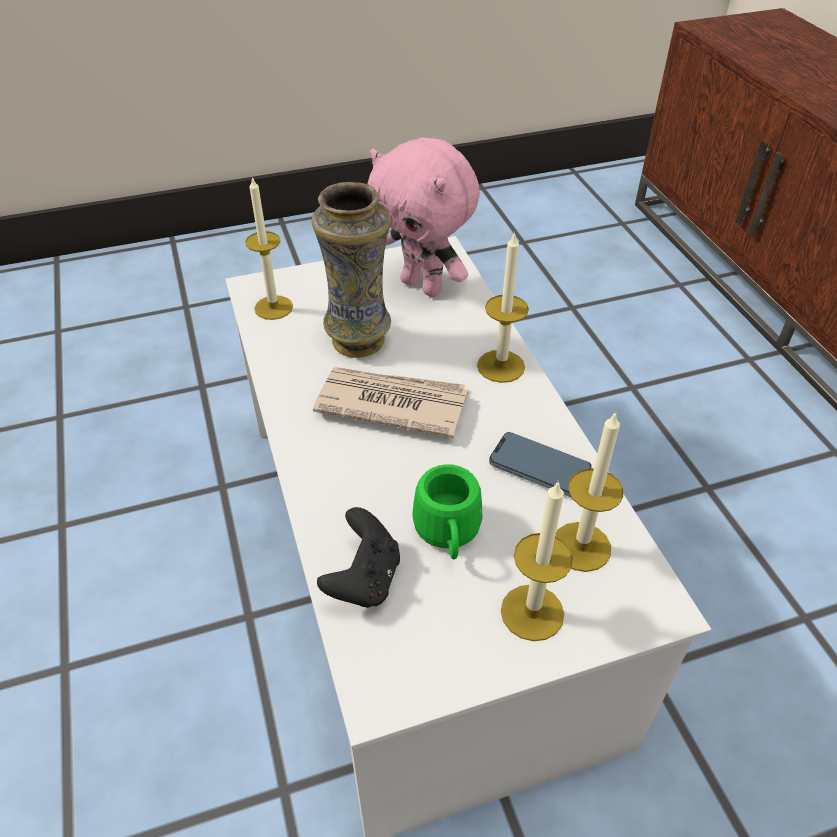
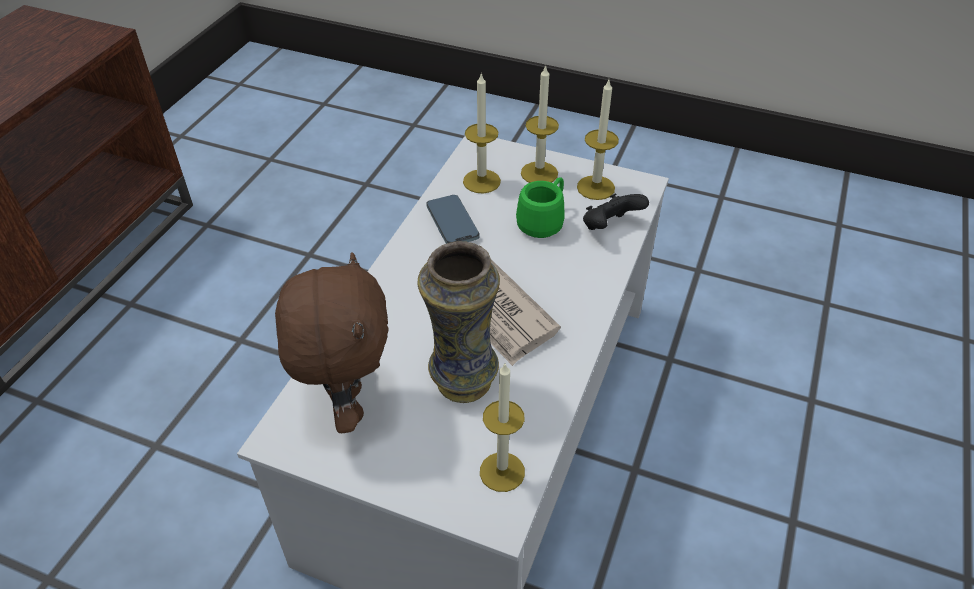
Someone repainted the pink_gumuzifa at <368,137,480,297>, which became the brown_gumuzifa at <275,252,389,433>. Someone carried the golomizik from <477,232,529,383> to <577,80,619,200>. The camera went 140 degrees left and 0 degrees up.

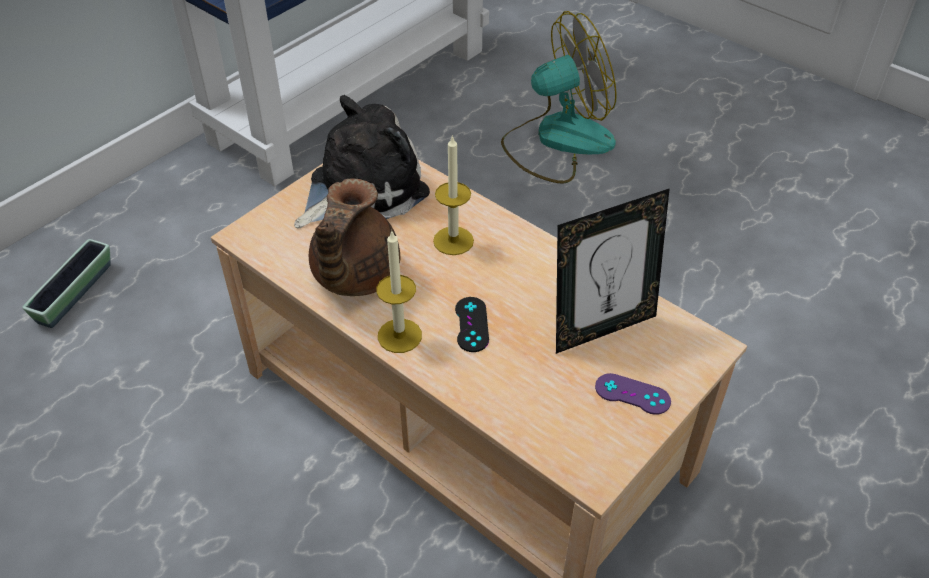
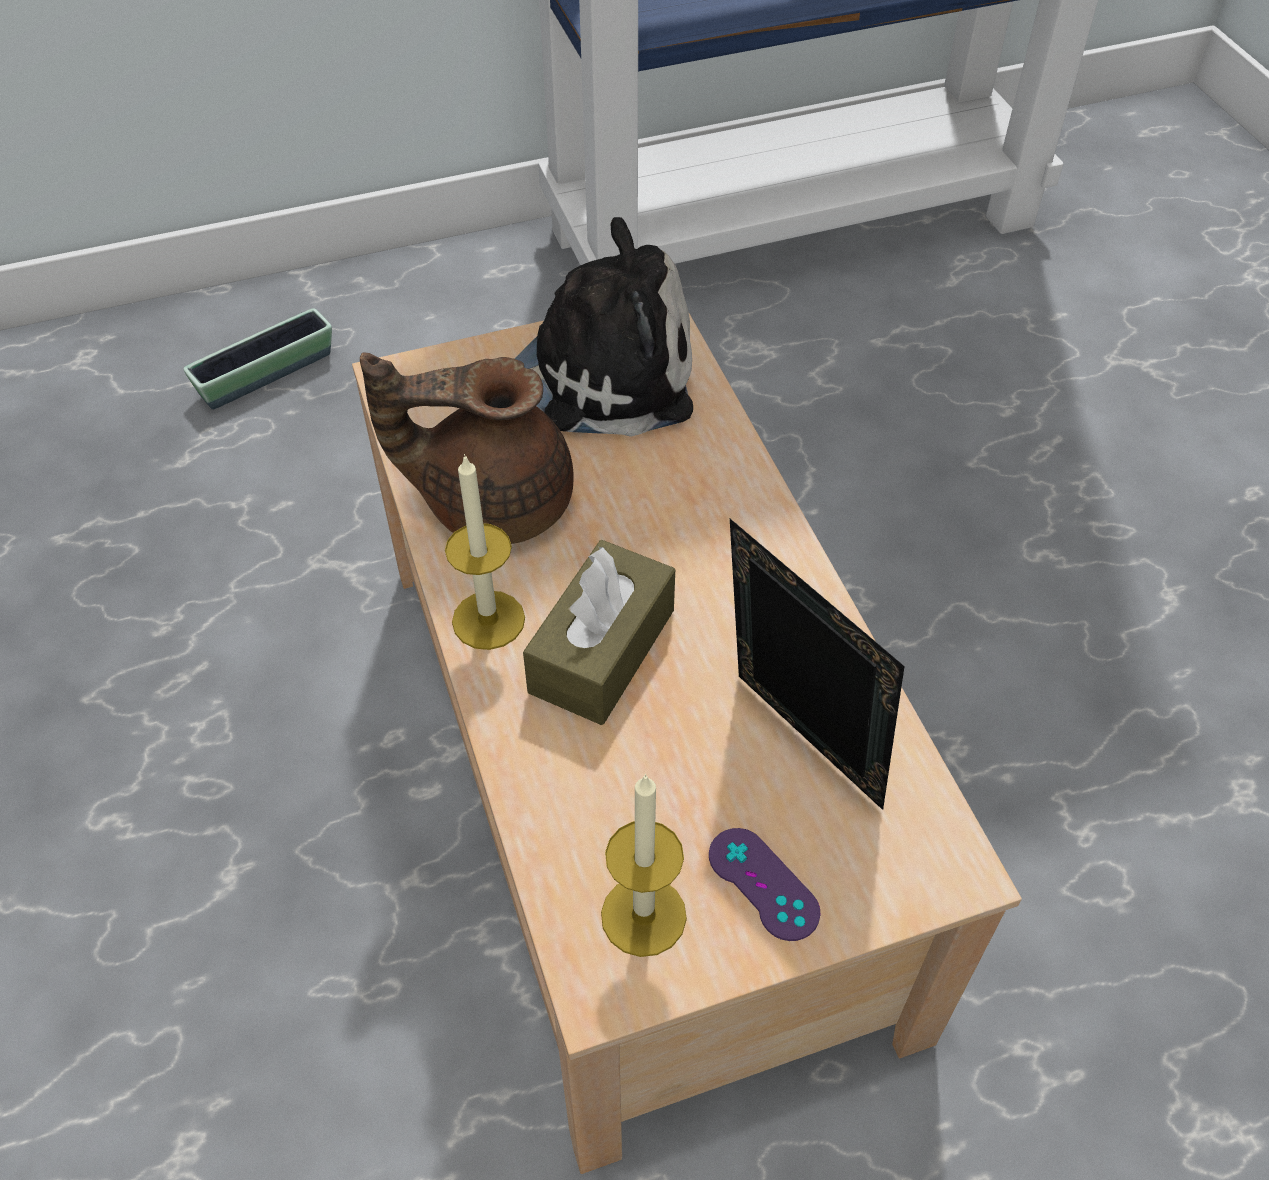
Someone rotated the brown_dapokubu at <309,179,400,296> by 45 degrees clockwise. Someone carried the golomizik from <433,135,474,255> to <601,774,687,957>. Someone swapped the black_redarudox at <455,297,489,352> for the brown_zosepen at <523,540,675,725>. Someone took away the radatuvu at <501,11,617,184>. Someone rotated the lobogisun at <556,188,670,354> by 135 degrees counterclockwise. The camera went 30 degrees right and 5 degrees up.

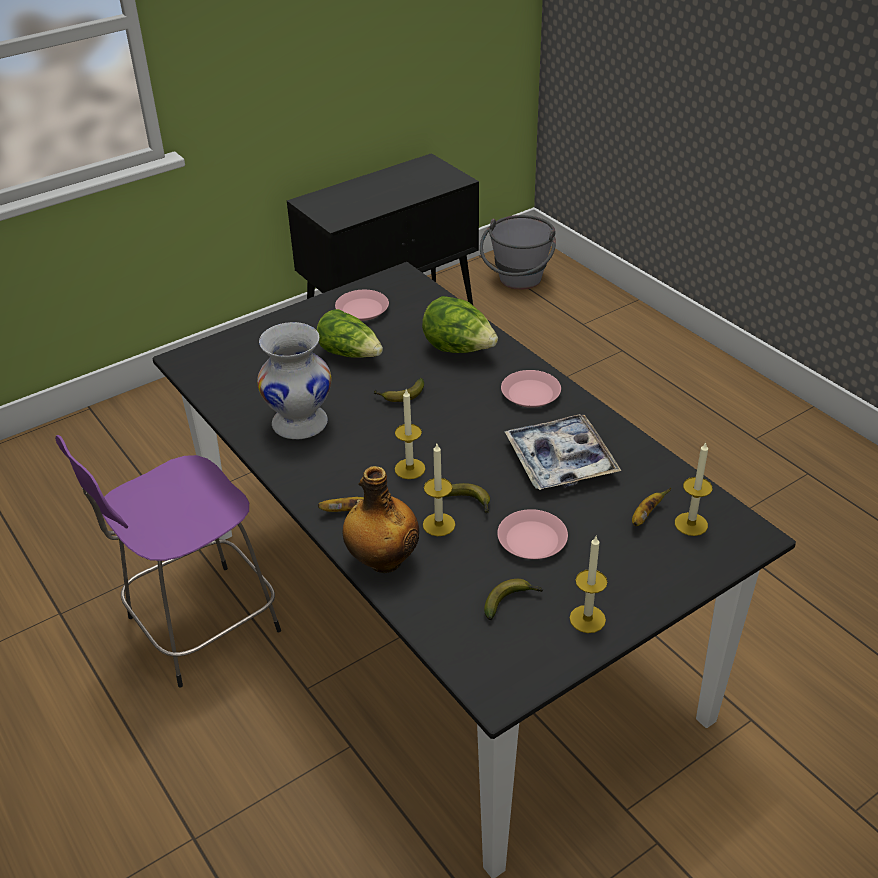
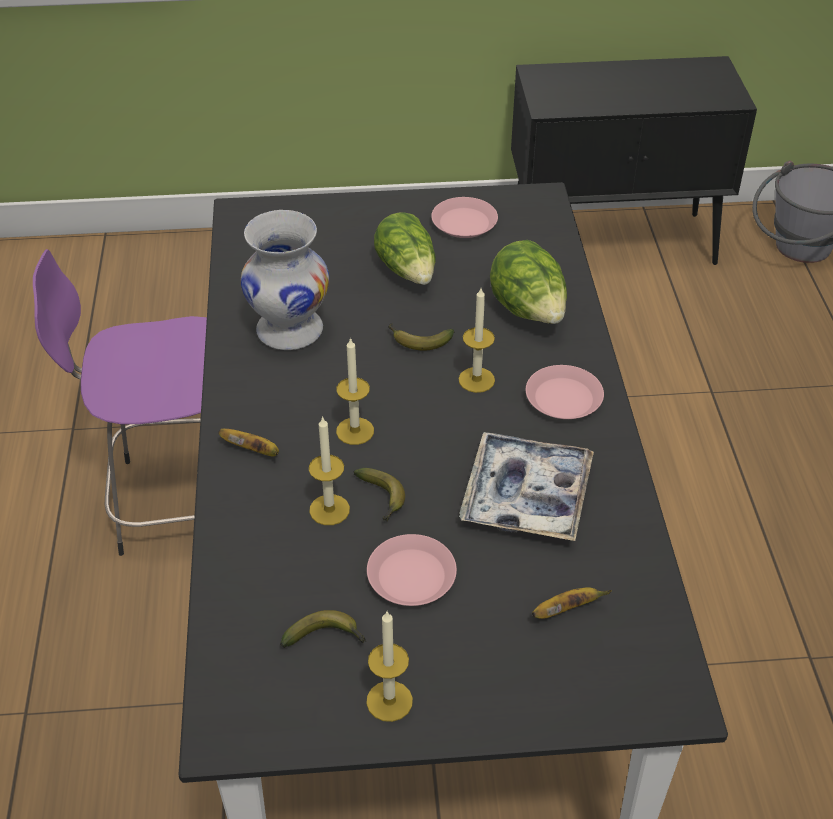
Someone took away the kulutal at <343,466,419,573>. Someone carried the golomizik from <675,441,712,536> to <458,288,495,393>. The camera went 30 degrees right and 5 degrees up.

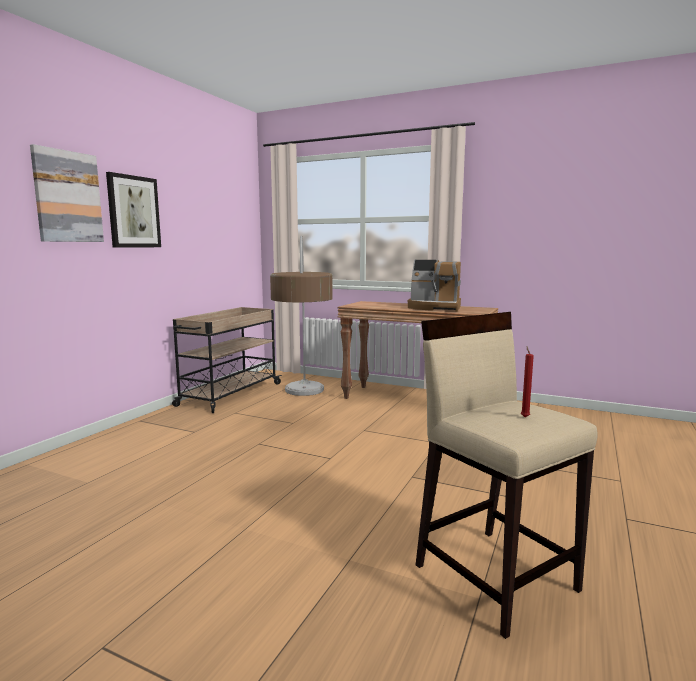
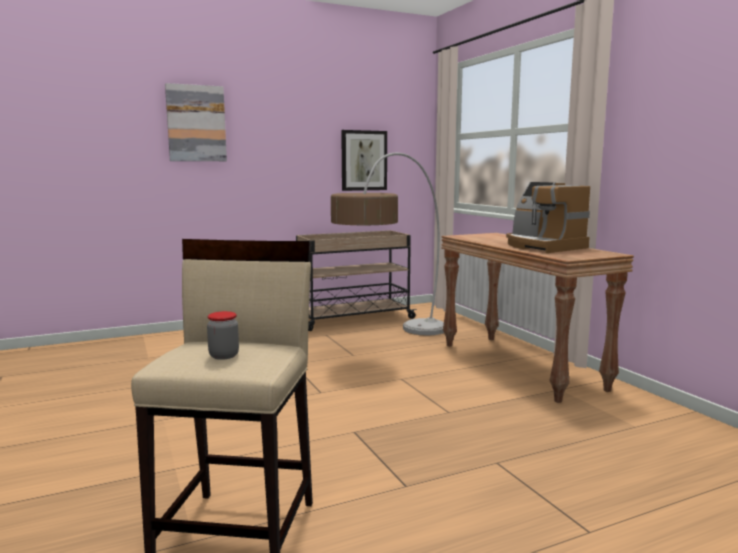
Someone carried the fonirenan from <106,172,161,247> to <341,130,387,191>. Someone swapped the red_golomizik at <521,346,534,417> for the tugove at <207,311,239,360>. The camera went 40 degrees right and 0 degrees up.

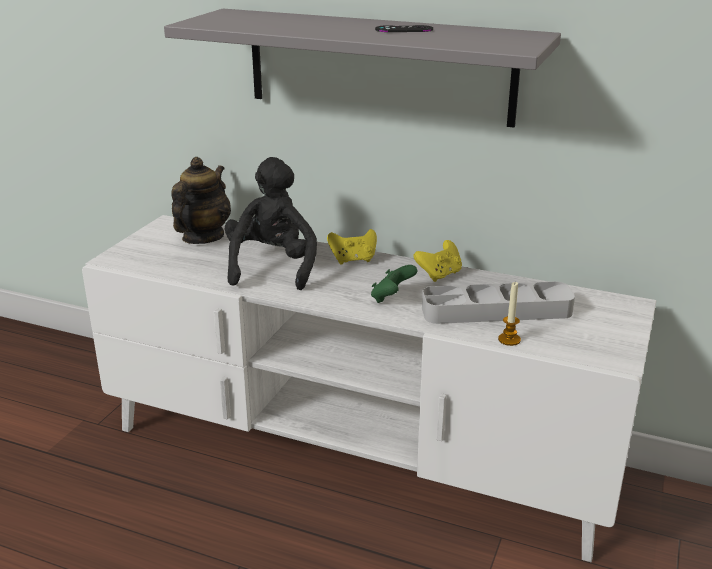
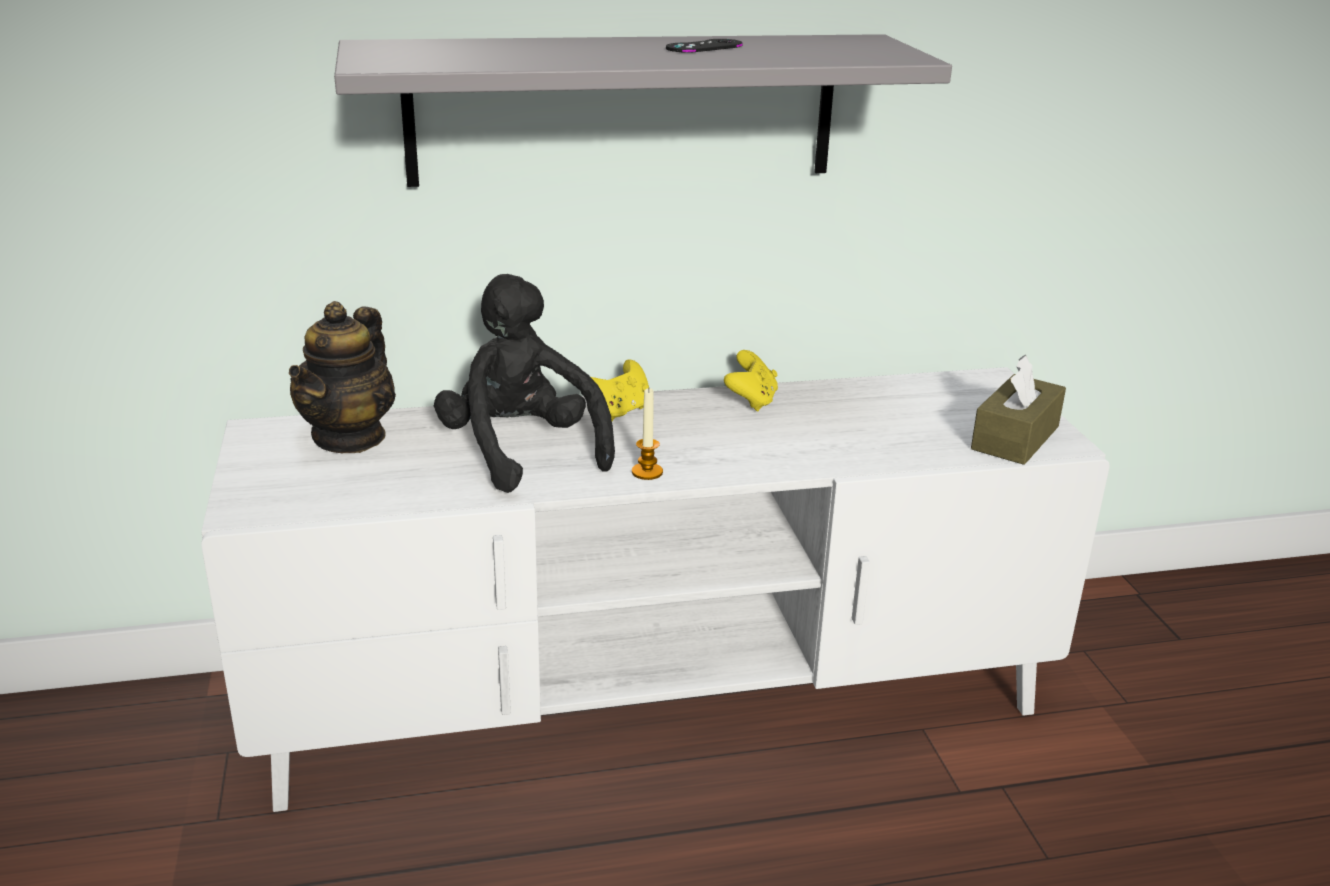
Someone rotated the dapokubu at <171,157,231,244> by 150 degrees counterclockwise. Someone took away the green_redarudox at <371,265,417,303>. Someone took away the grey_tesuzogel at <422,282,575,324>. Someone carried the golomizik from <498,282,521,346> to <632,388,663,480>. Someone put down the brown_zosepen at <971,355,1066,465>. The camera went 35 degrees left and 0 degrees up.

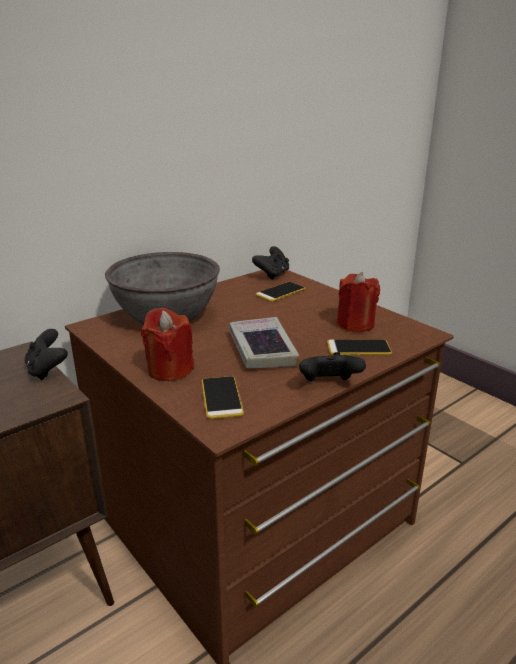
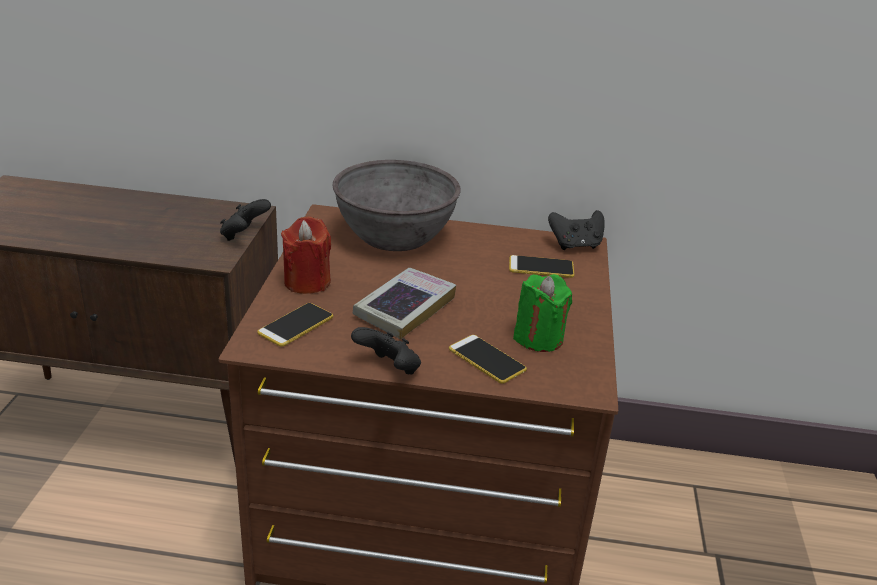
Someone repainted the red_golomizik at <336,272,380,332>, which became the green_golomizik at <513,274,572,352>. The camera went 45 degrees right and 5 degrees up.

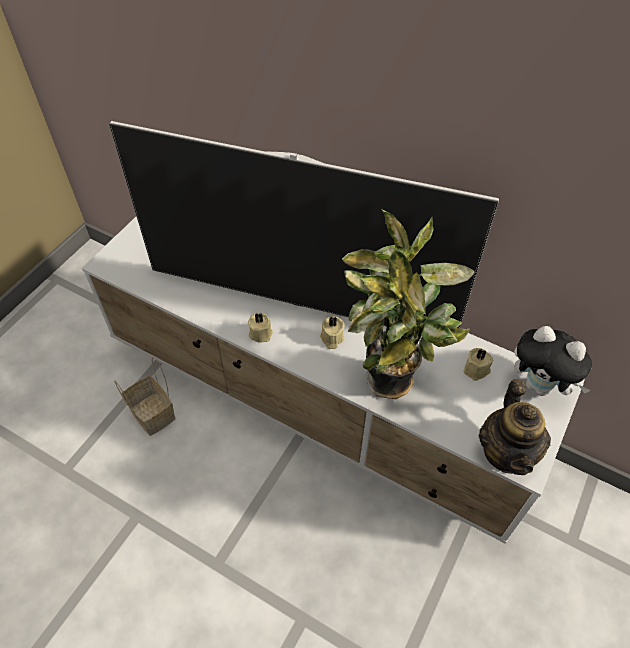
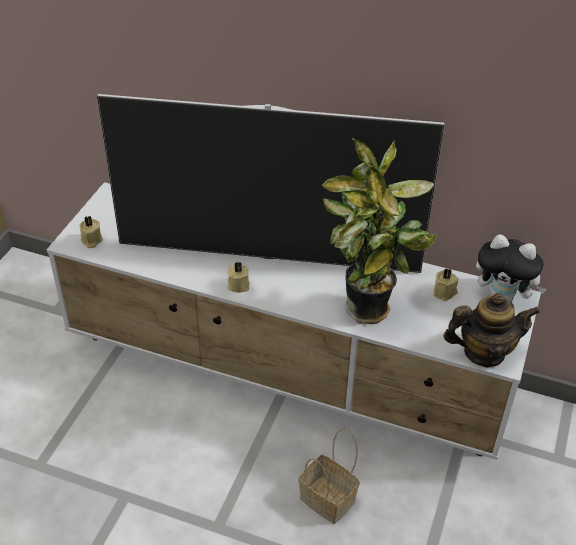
Someone carried the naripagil from <114,357,176,436> to <299,428,360,524>. Someone carried the beige_golomizik from <320,316,345,349> to <80,216,103,248>. Someone rotated the dapokubu at <479,379,551,475> by 90 degrees counterclockwise. The camera went 10 degrees left and 10 degrees down.

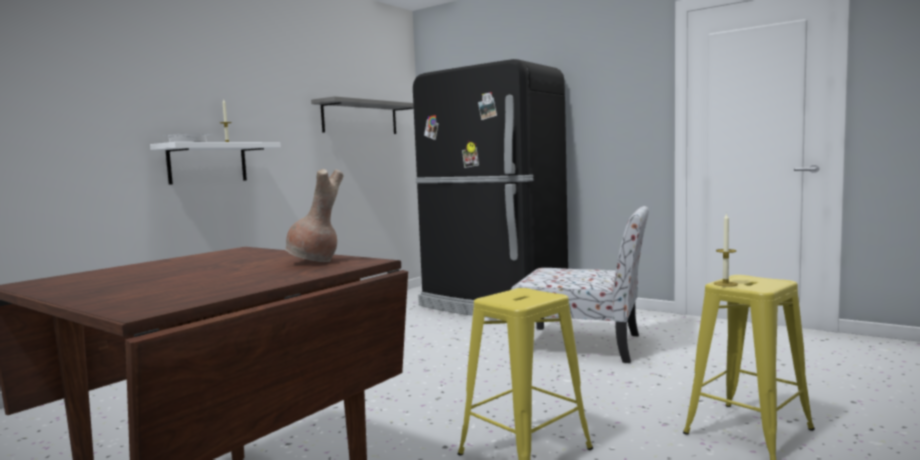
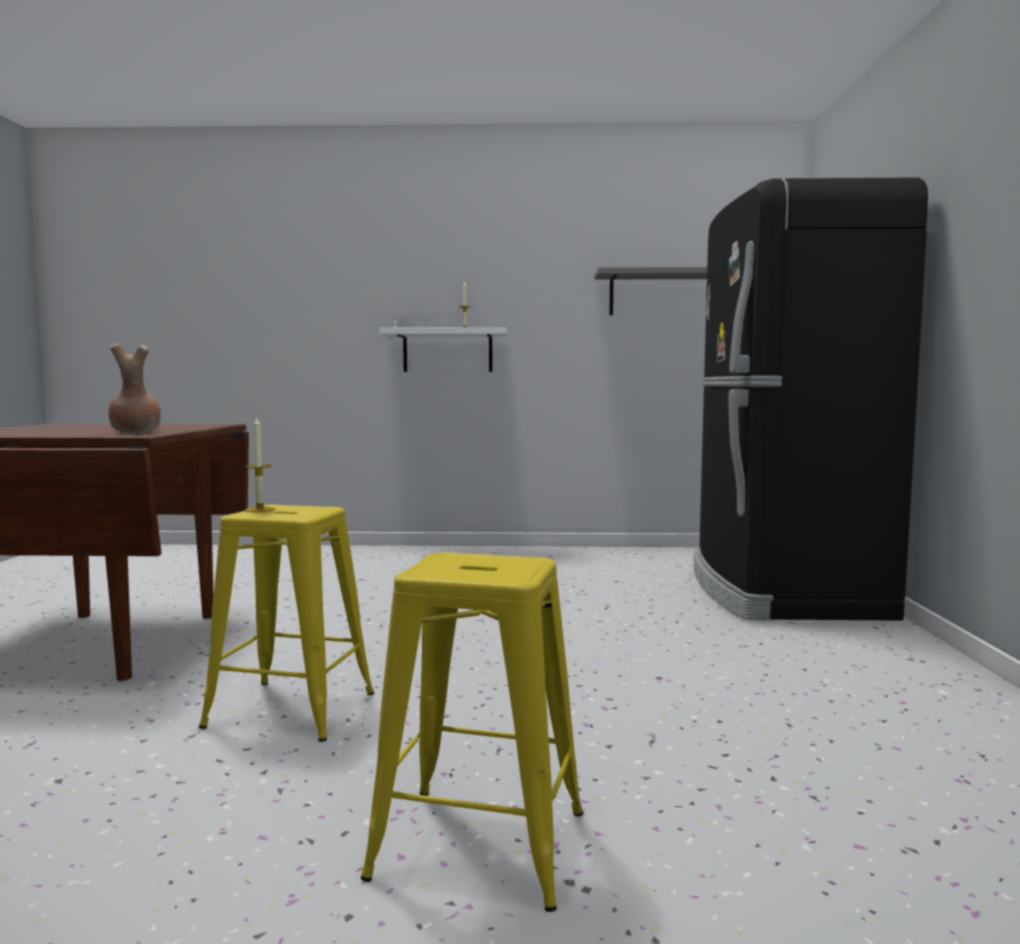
Someone took away the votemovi at <511,206,649,363>. Someone carried the golomizik from <714,212,738,287> to <245,417,275,512>. The camera went 55 degrees right and 0 degrees up.

